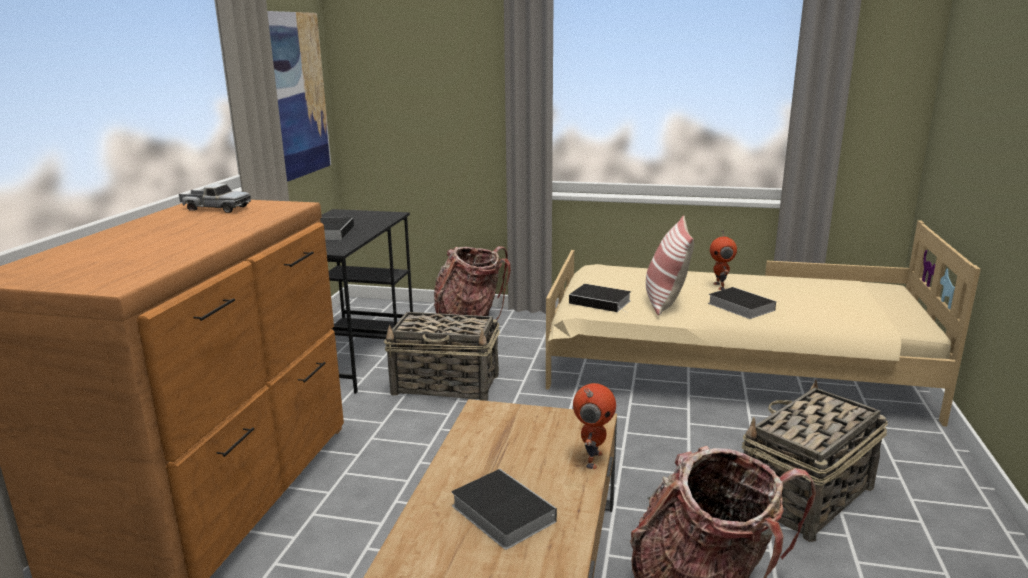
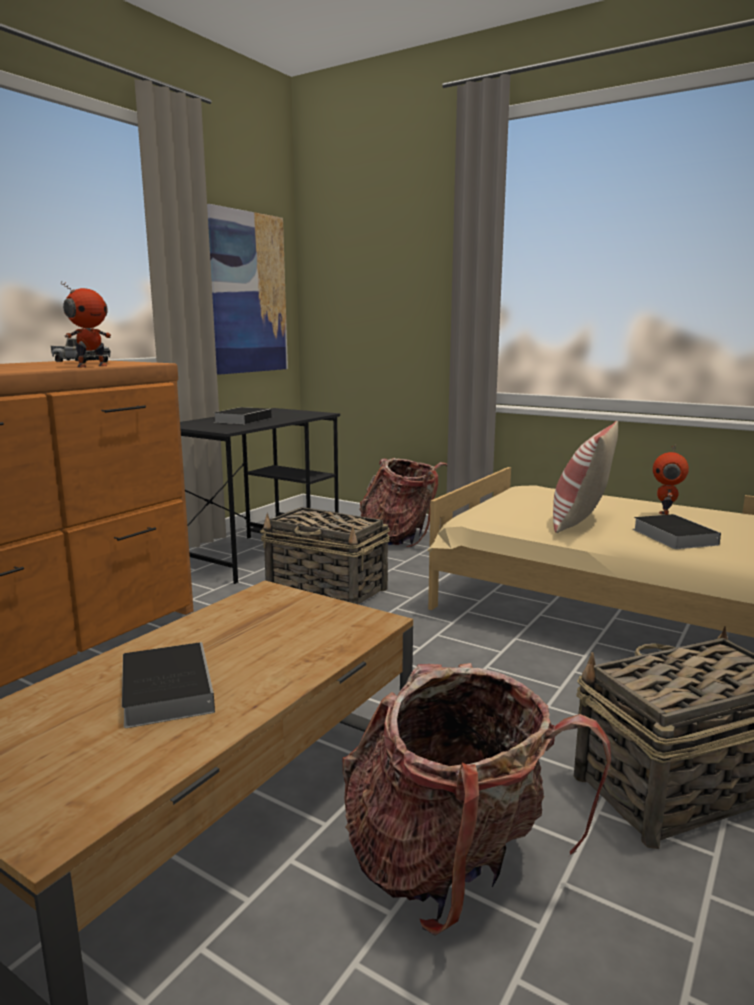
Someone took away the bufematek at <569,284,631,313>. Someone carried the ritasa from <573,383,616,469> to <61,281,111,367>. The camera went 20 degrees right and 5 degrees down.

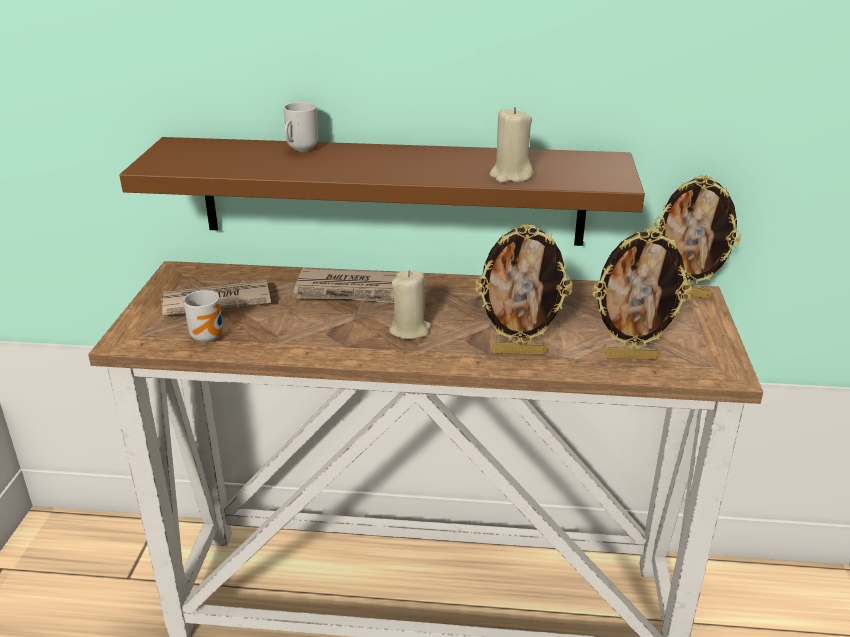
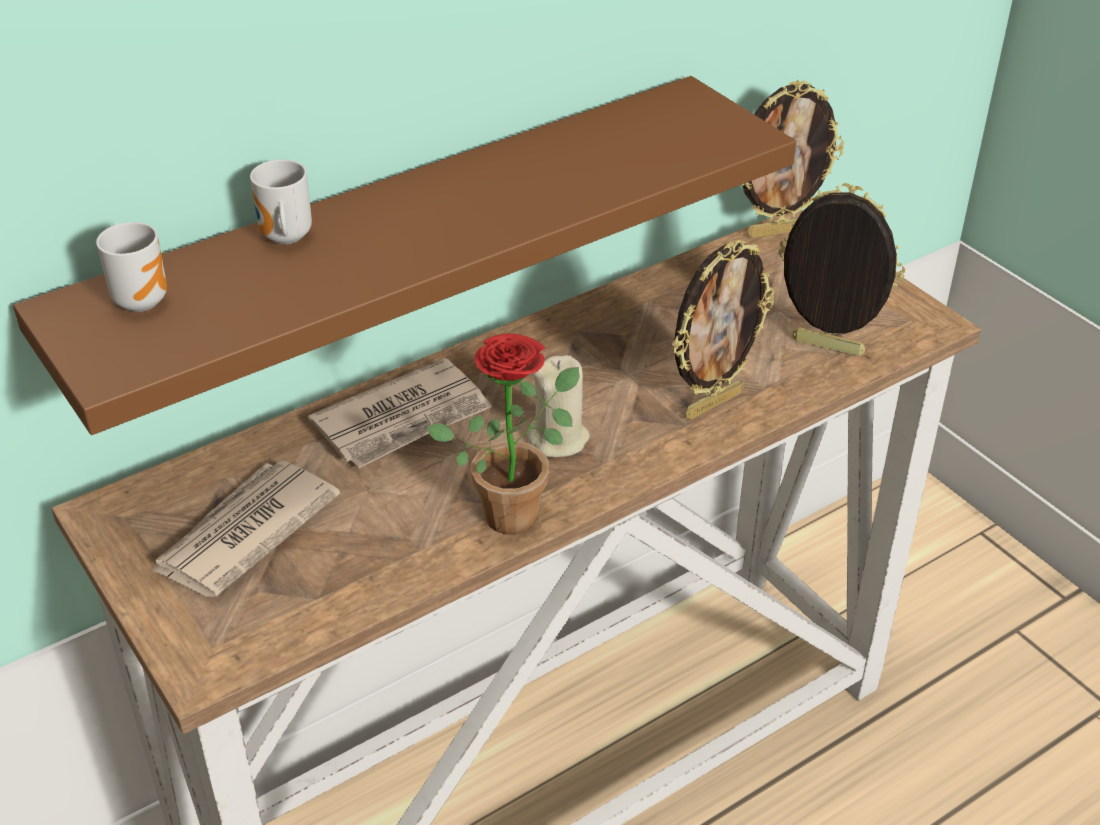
Someone carried the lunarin from <183,290,223,343> to <96,222,167,312>. Someone took away the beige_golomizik at <490,107,533,183>. Someone rotated the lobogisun at <593,228,692,360> by 120 degrees counterclockwise. Someone put down the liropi at <427,333,579,534>. The camera went 40 degrees left and 10 degrees up.

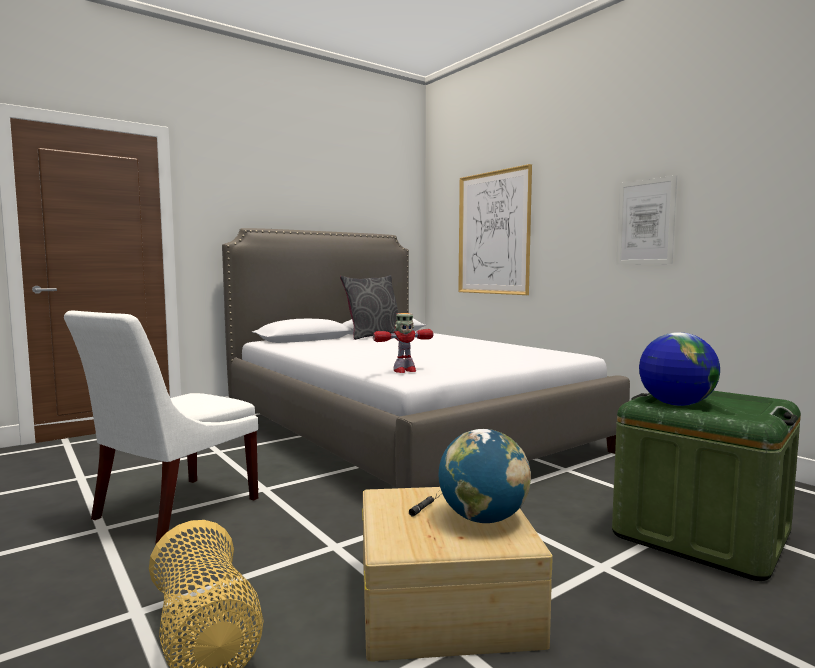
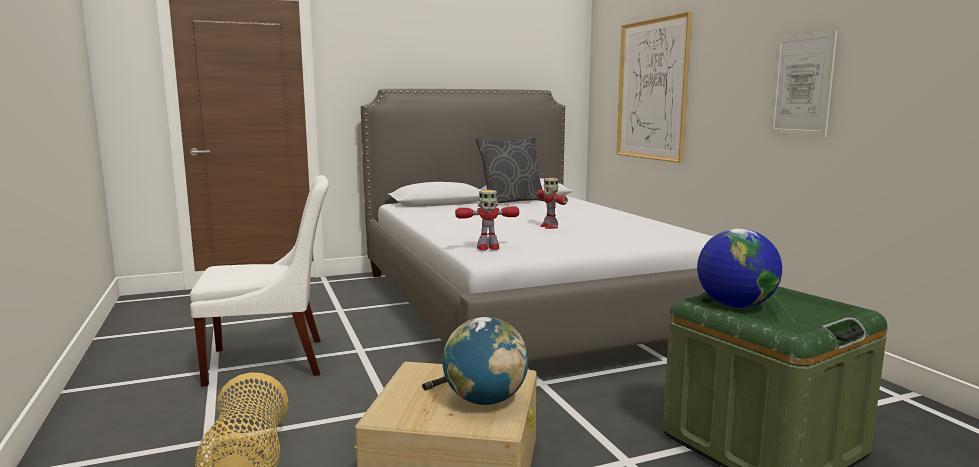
Someone rotated the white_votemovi at <64,310,258,544> by 150 degrees counterclockwise. Someone put down the ritasa at <537,178,568,229>. The camera went 15 degrees right and 5 degrees up.

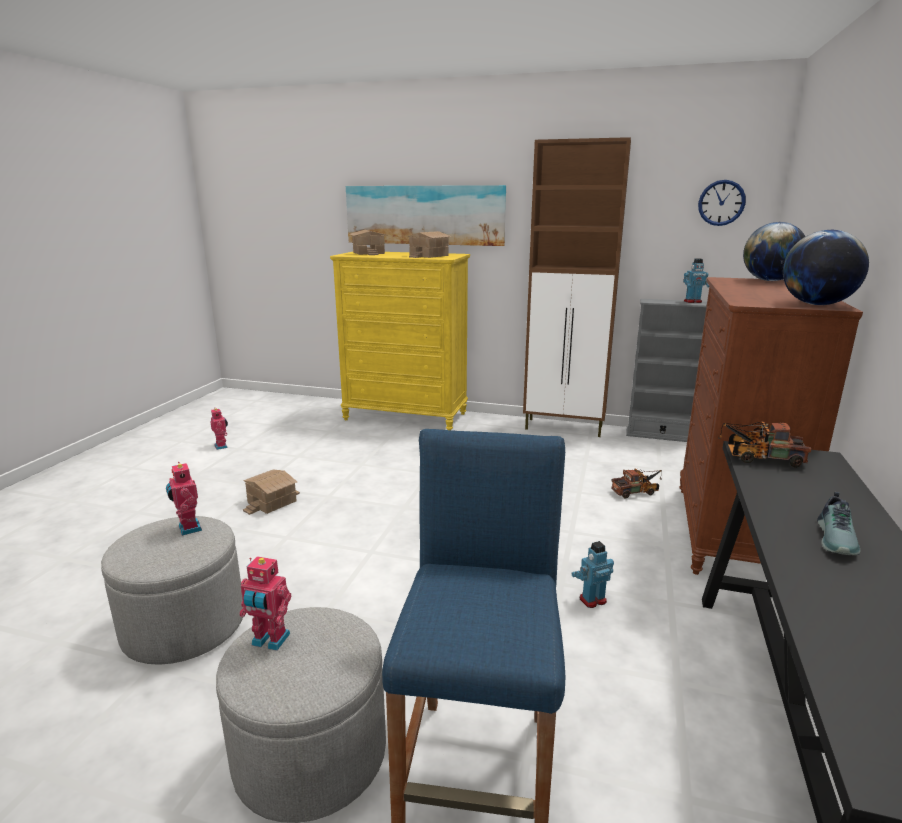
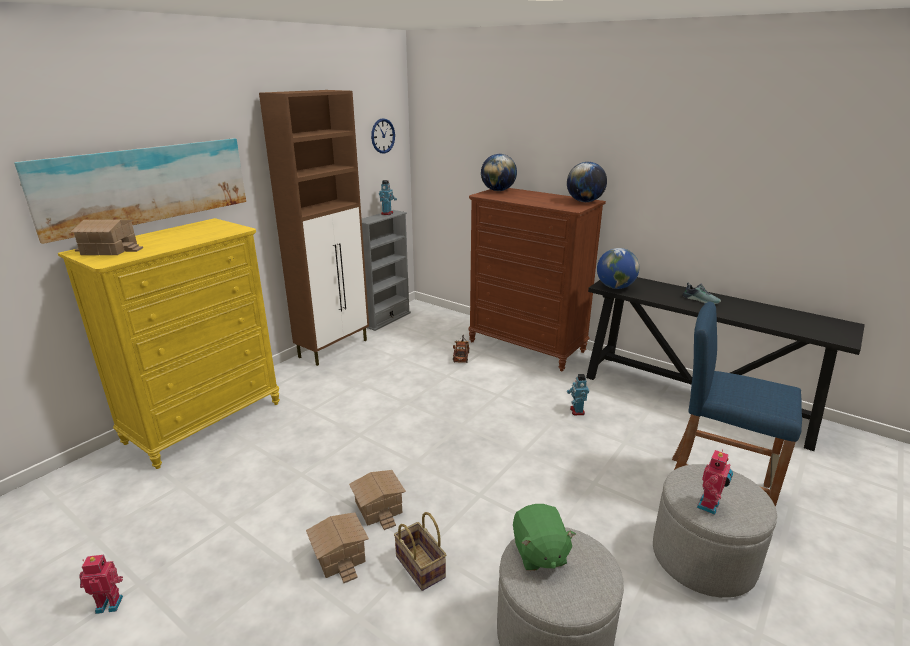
Someone swapped the ritasa at <166,462,202,536> for the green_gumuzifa at <513,504,576,571>. Someone carried the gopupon from <407,231,451,258> to <349,470,406,530>. Someone swapped the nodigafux at <718,421,811,468> for the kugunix at <597,248,639,289>. Someone put down the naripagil at <394,512,447,591>. The camera went 70 degrees left and 5 degrees up.

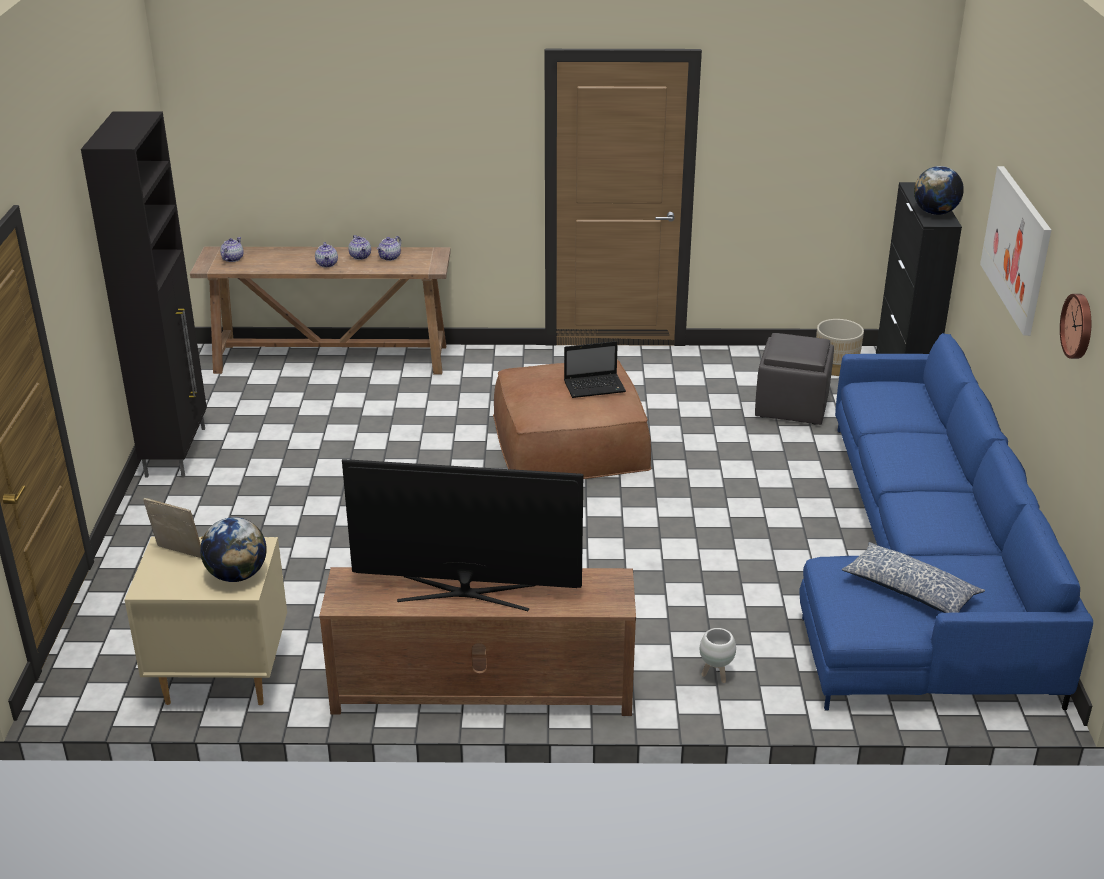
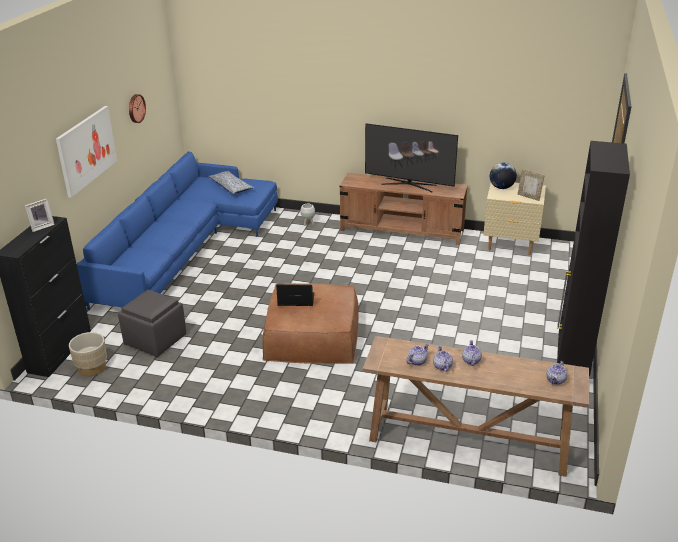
Someone swapped the kugunix at <914,166,964,215> for the lobogisun at <25,198,55,232>. The camera went 165 degrees left and 0 degrees up.

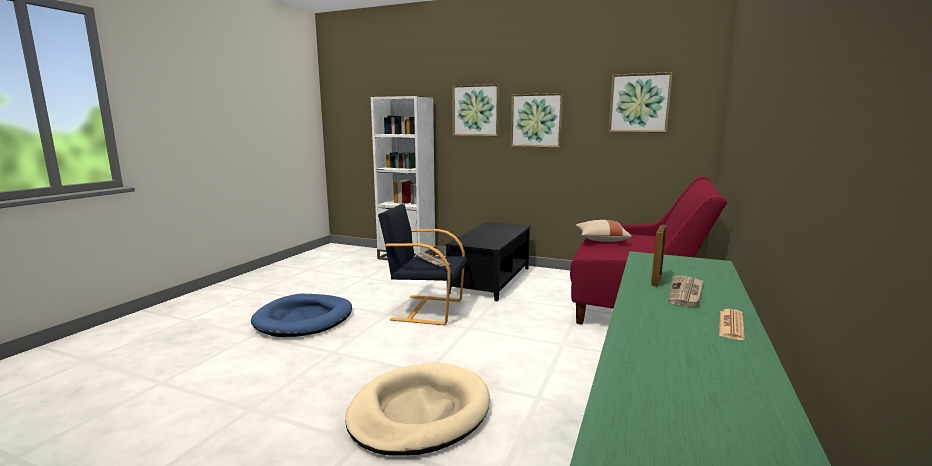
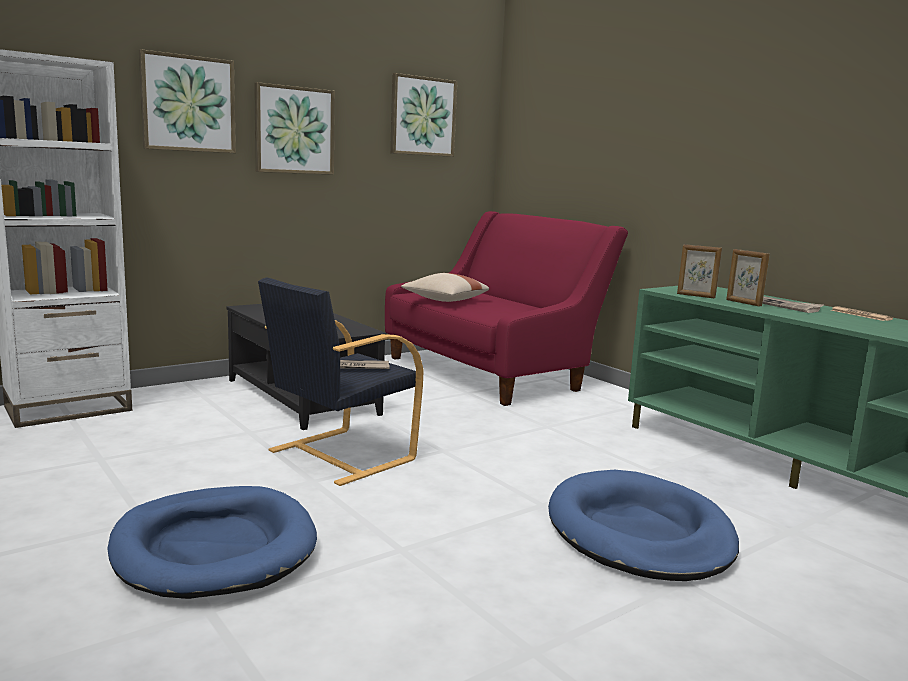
Someone repainted the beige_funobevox at <345,363,490,456>, which became the blue_funobevox at <548,470,739,581>. Someone put down the lobogisun at <677,244,722,298>. The camera went 60 degrees left and 0 degrees up.

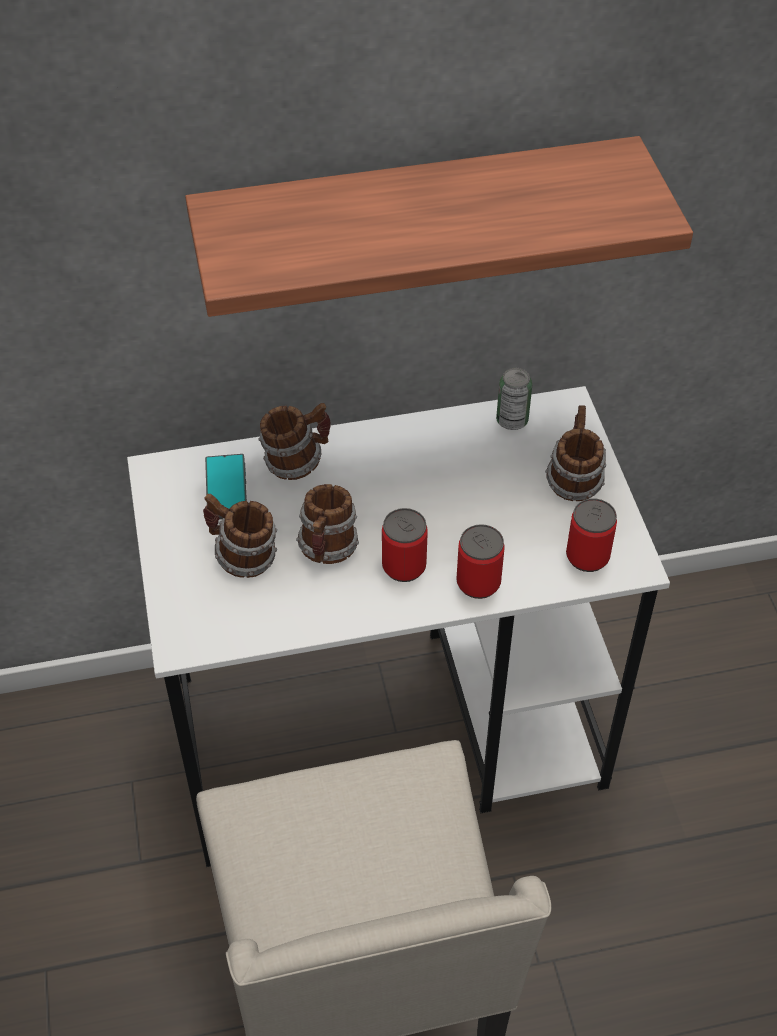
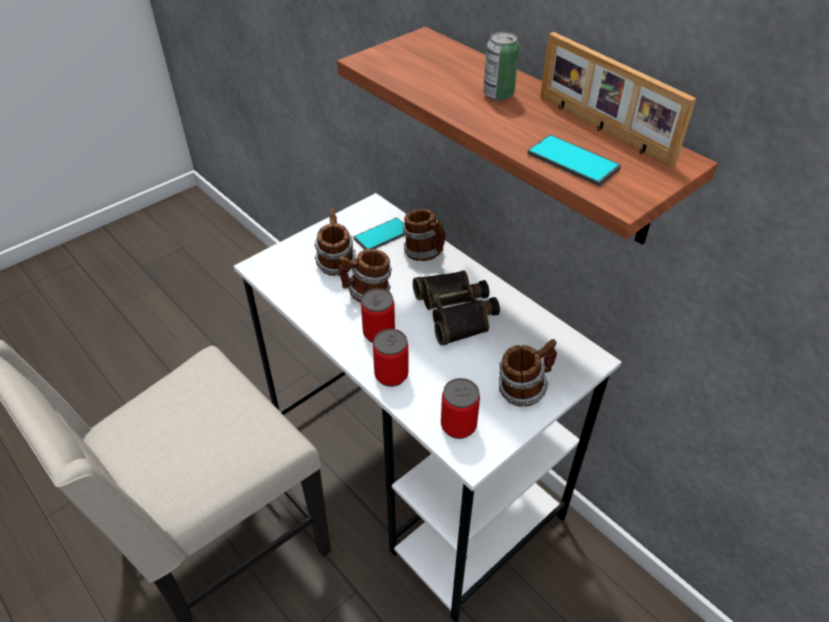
Someone carried the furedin from <496,368,532,430> to <483,32,519,101>. Someone put down the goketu at <413,270,500,346>. Someone put down the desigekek at <527,135,621,186>. Someone put down the lobogisun at <540,32,697,168>. The camera went 60 degrees right and 5 degrees down.

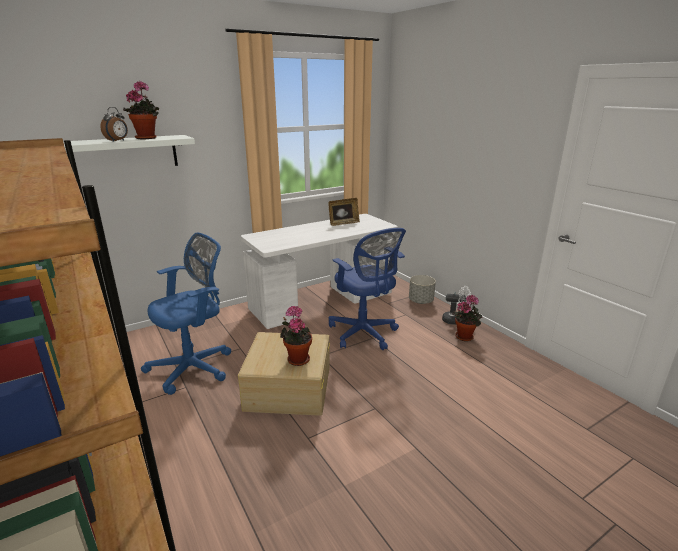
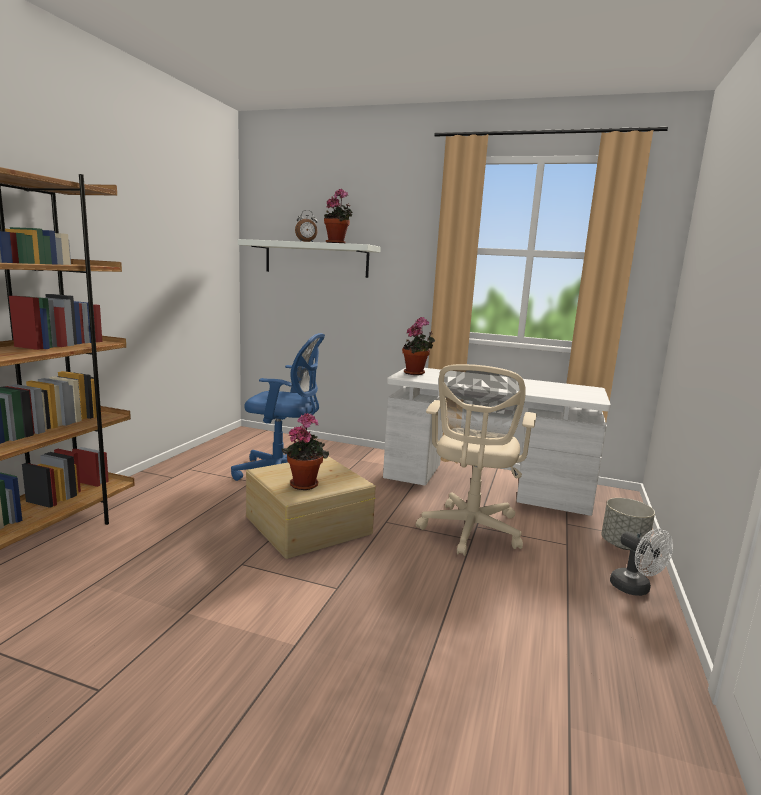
Someone took away the lobogisun at <329,198,360,226>. Someone repainted the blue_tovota at <329,228,406,350>, which became the beige_tovota at <416,364,537,556>. Someone carried the liropi from <452,295,482,341> to <402,317,435,375>. The camera went 50 degrees right and 10 degrees down.

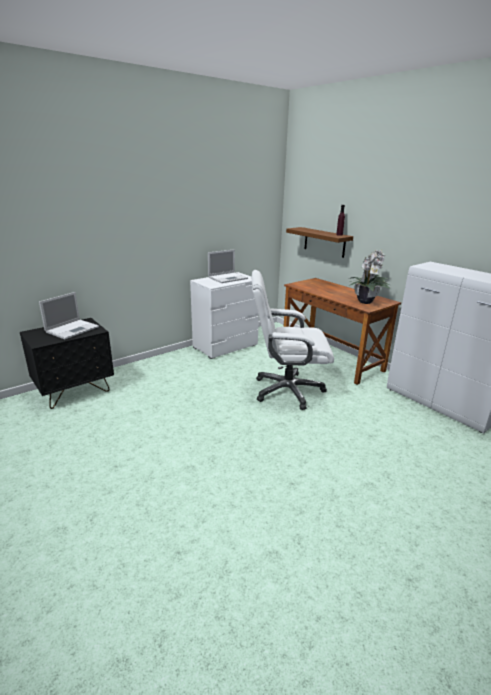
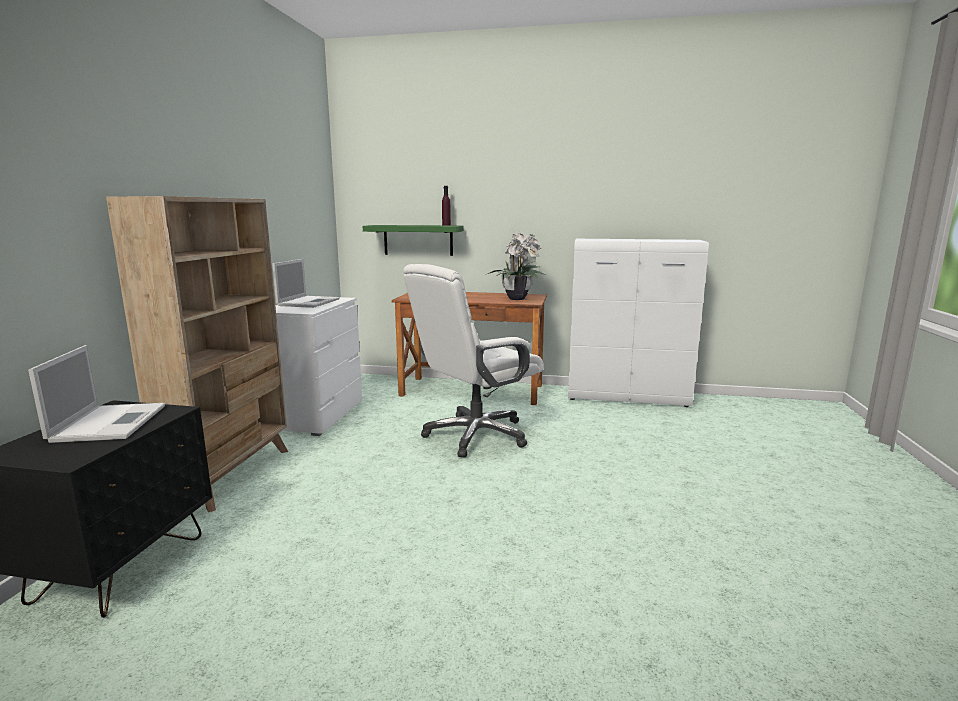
Someone repainted the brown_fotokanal at <286,227,353,258>, which became the green_fotokanal at <363,225,464,256>. Someone put down the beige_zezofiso at <106,196,288,512>. The camera went 40 degrees left and 10 degrees down.

